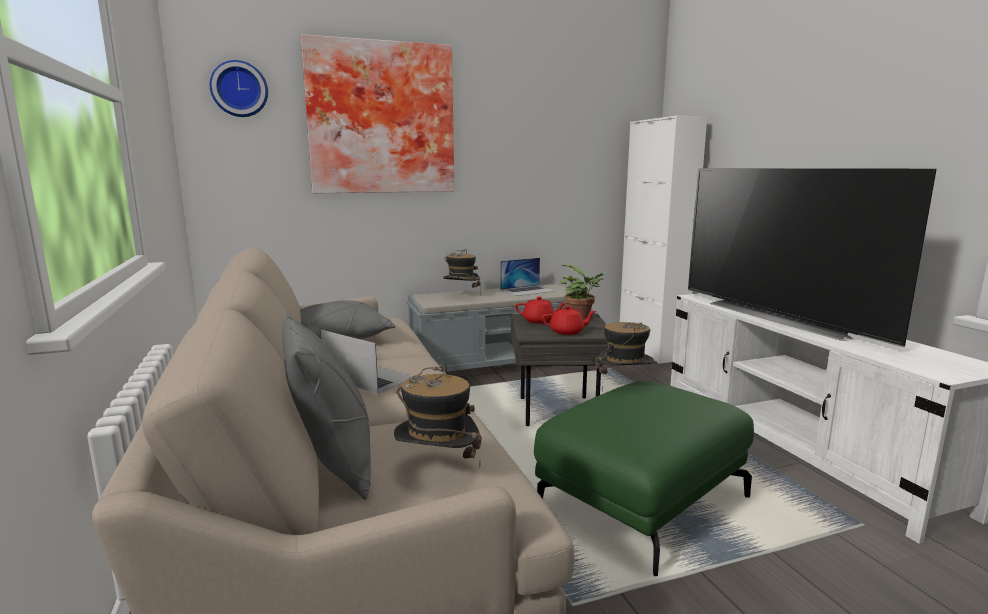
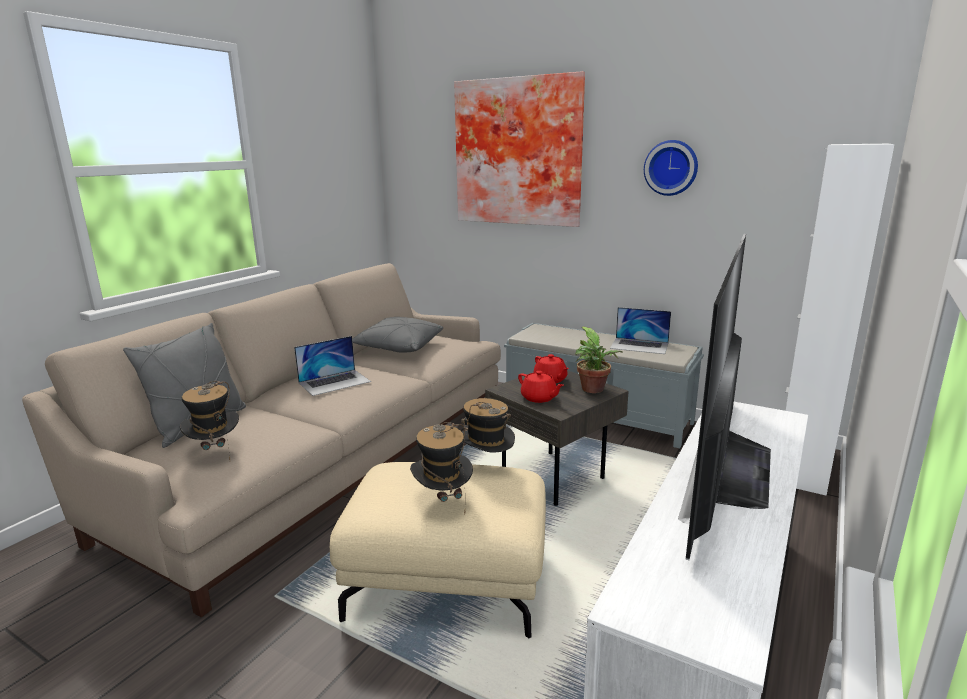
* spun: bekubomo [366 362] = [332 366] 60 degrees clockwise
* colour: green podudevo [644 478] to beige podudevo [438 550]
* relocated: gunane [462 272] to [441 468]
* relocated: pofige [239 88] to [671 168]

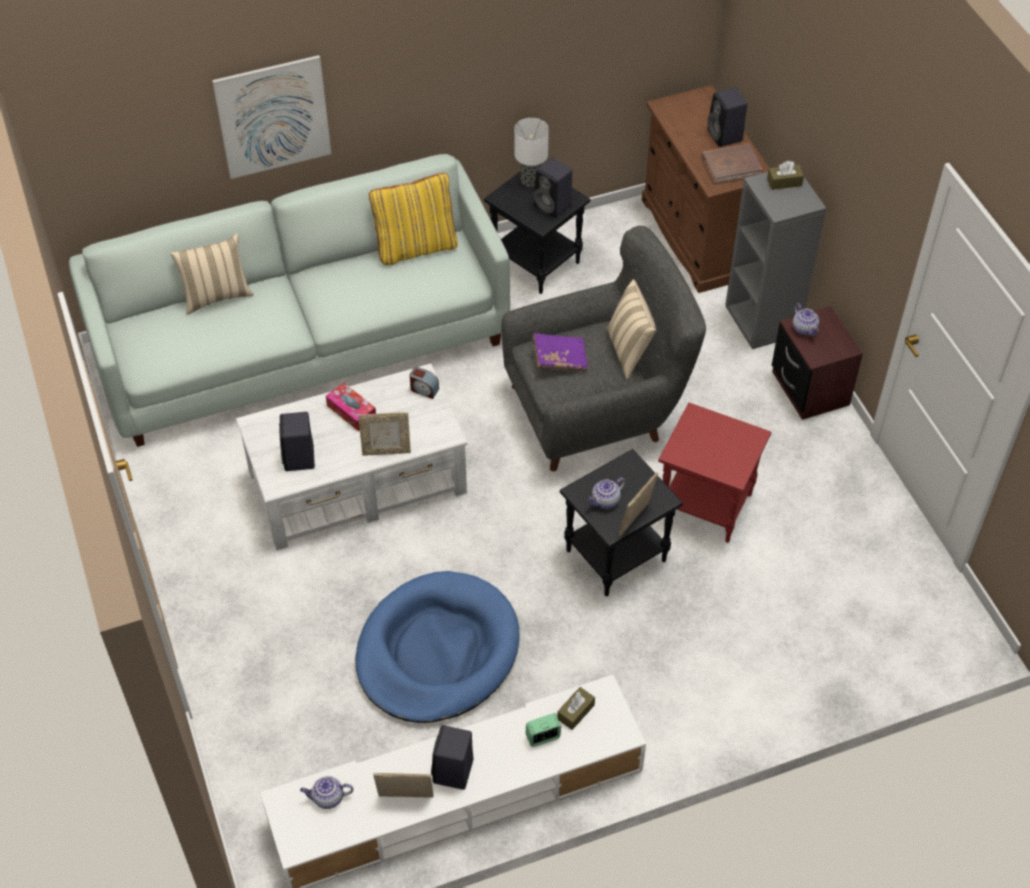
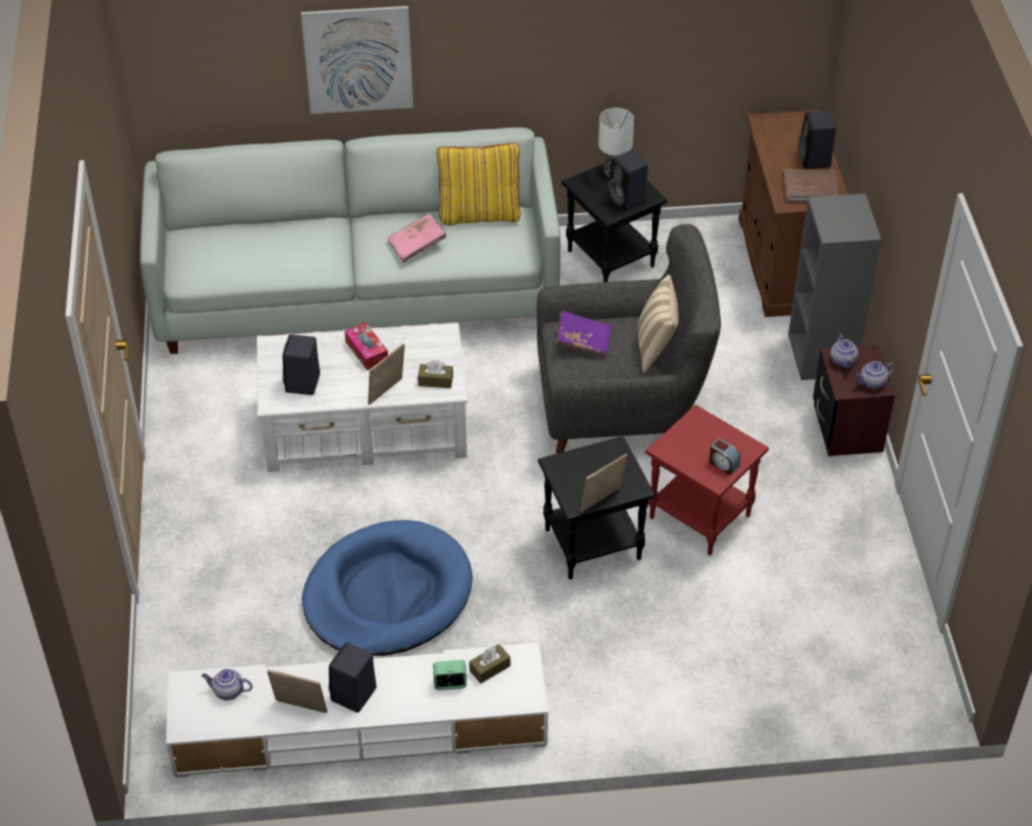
* spun: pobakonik [384 434] = [386 374] 120 degrees clockwise
* appeared: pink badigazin [417 238]
* relocated: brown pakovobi [785 175] to [435 374]
* relocated: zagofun [424 383] to [724 456]
* relocated: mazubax [606 493] to [875 375]
* missing: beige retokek [212 274]

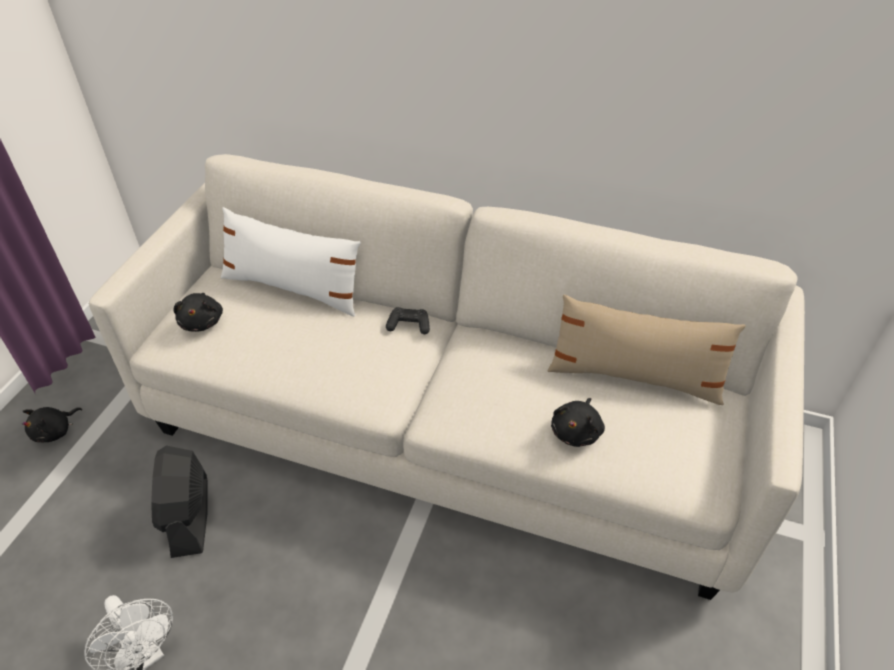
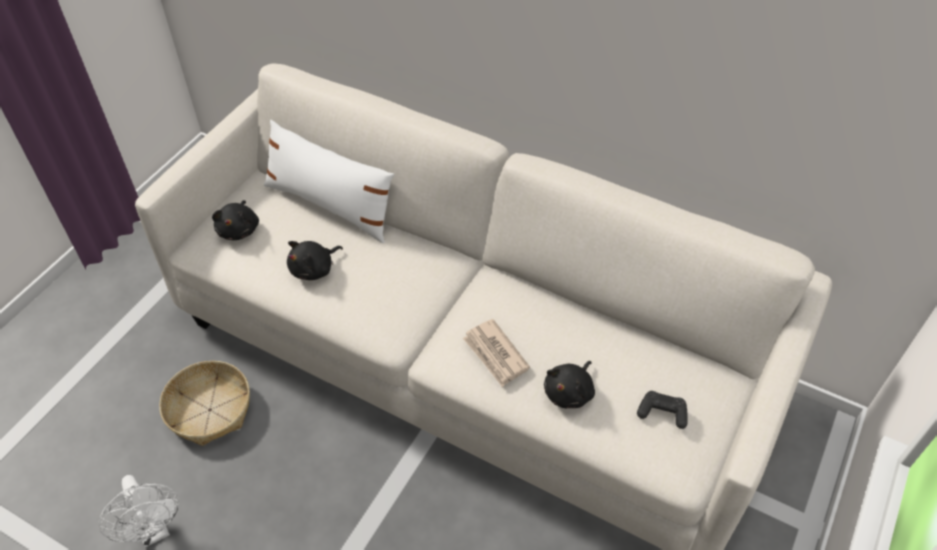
* exchanged: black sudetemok [179 501] to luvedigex [204 403]
* relocated: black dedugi [52 424] to [315 260]
* appeared: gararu [496 353]
* relocated: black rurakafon [408 320] to [662 410]
* missing: beige retokek [647 350]

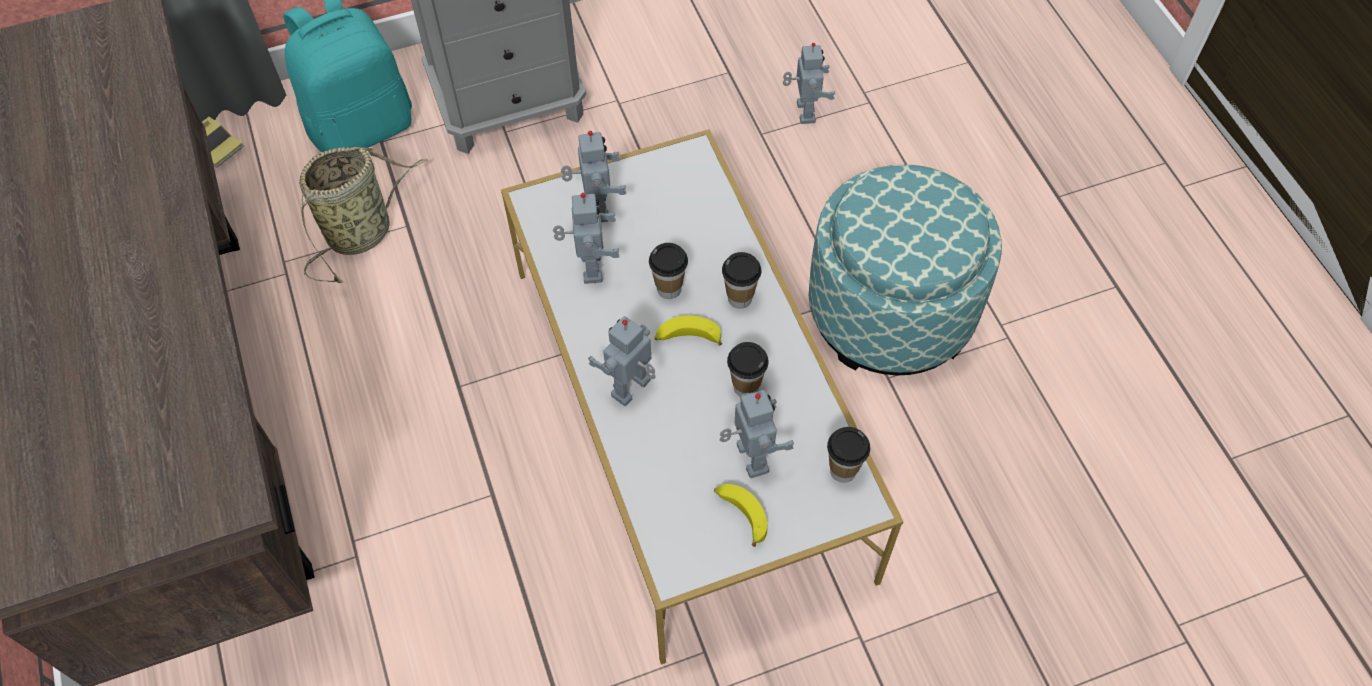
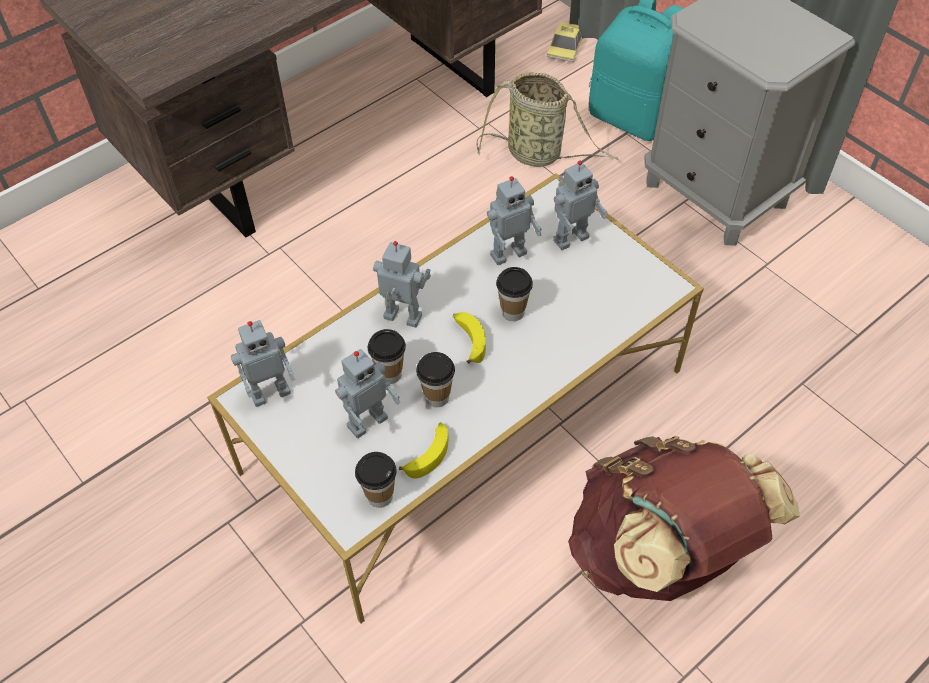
* relocated: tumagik [809 83] to [263 363]
* relocated: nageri [741 280] to [387 356]
* relocated: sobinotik [740 515] to [423 450]
* exchanged: podudevo [905 269] to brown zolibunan [684 518]

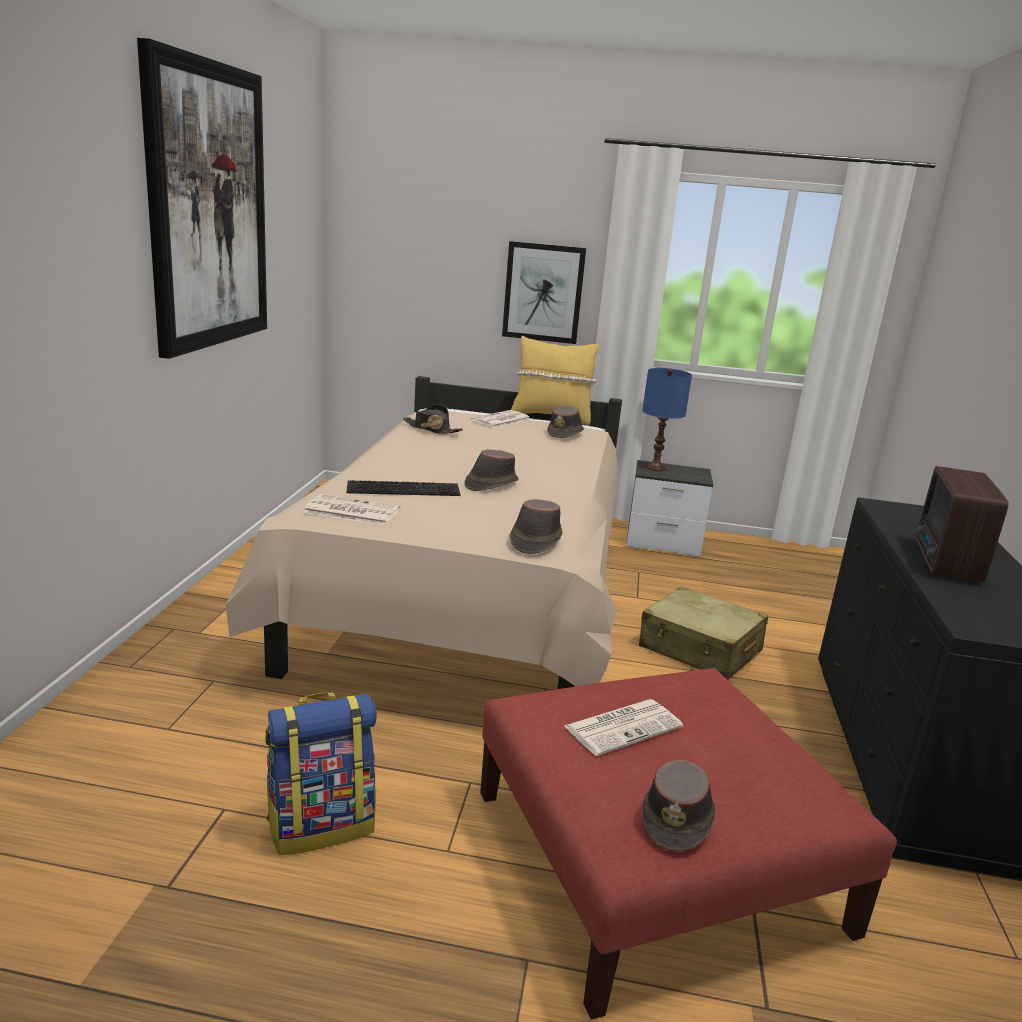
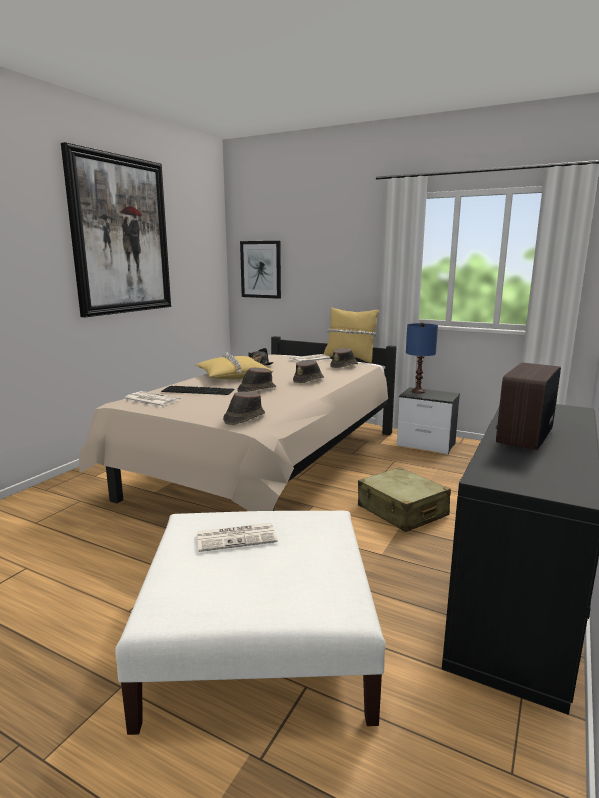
* colour: red podudevo [688 844] to white podudevo [250 623]
* appeared: yellow retokek [234 365]
* relocated: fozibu [544 292] to [260 270]
* relocated: brown gunane [678 806] to [308 371]
* missing: zolibunan [321 774]

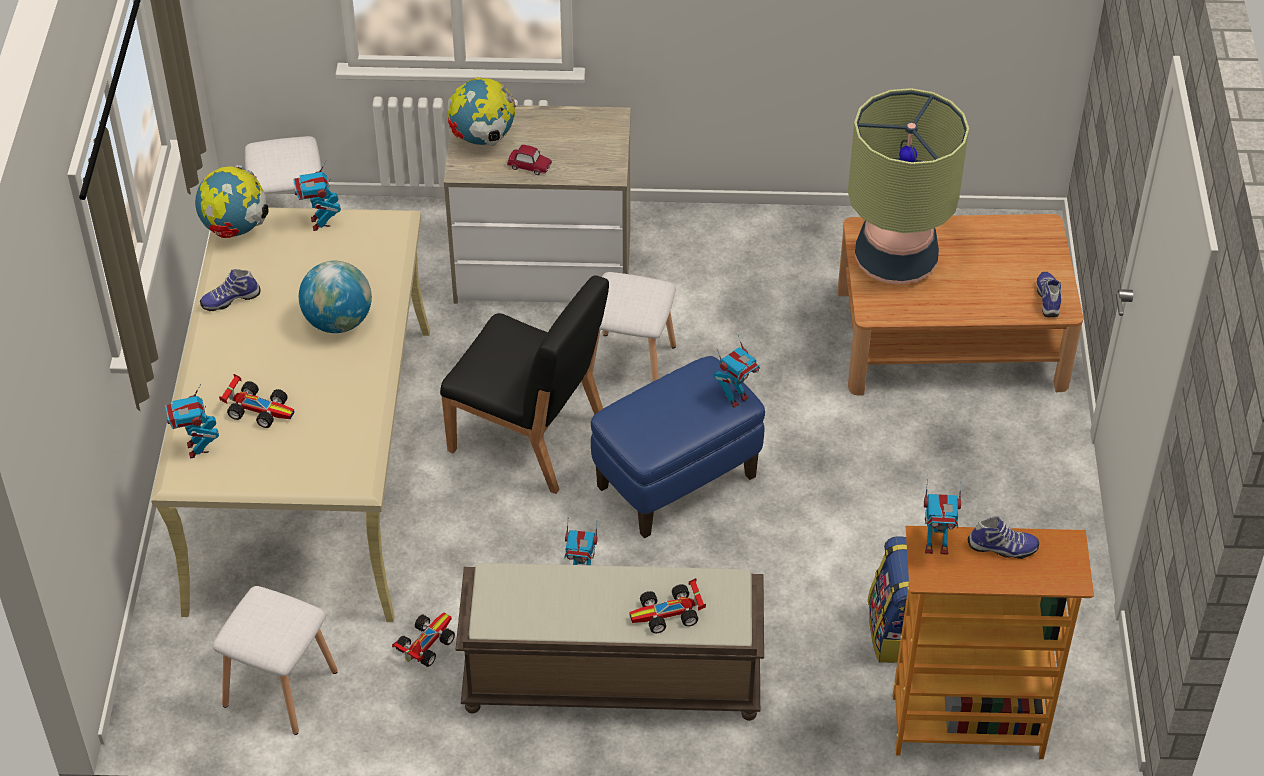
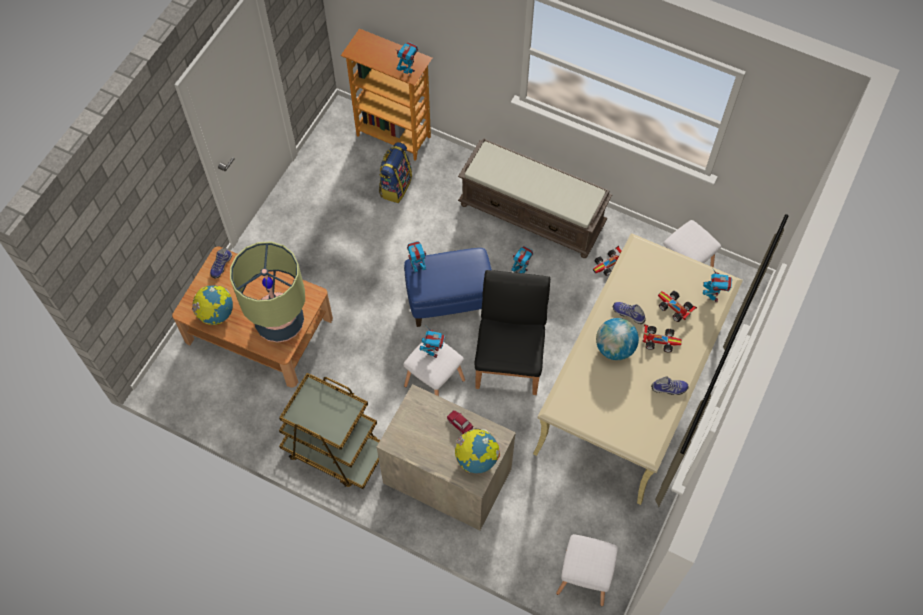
* relocated: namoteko [232 201] to [212 305]
* appeared: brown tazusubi [329 431]
* relocated: tumagik [317 195] to [433 342]
* spun: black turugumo [524 384] = [512 332] 45 degrees clockwise
* relocated: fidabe [1003 537] to [629 313]
* relocated: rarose [667 605] to [662 338]

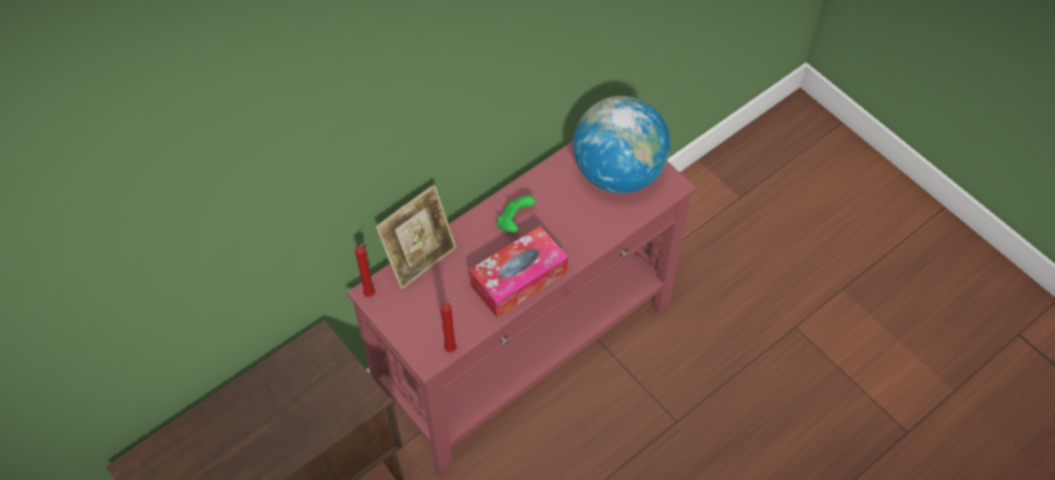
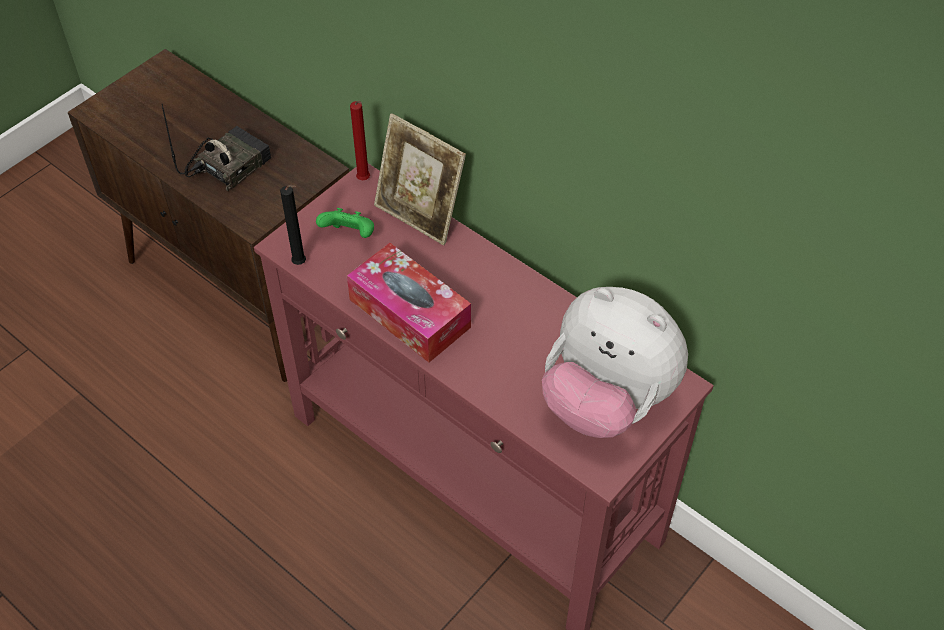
* appeared: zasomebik [216 147]
* colour: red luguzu [449 324] to black luguzu [293 225]
* relocated: green rurakafon [516 214] to [345 223]
* exchanged: namoteko [621 144] to dedugi [615 362]

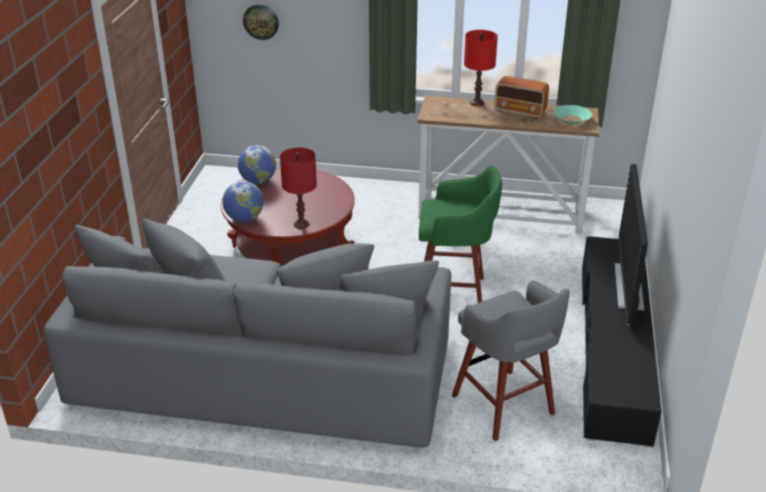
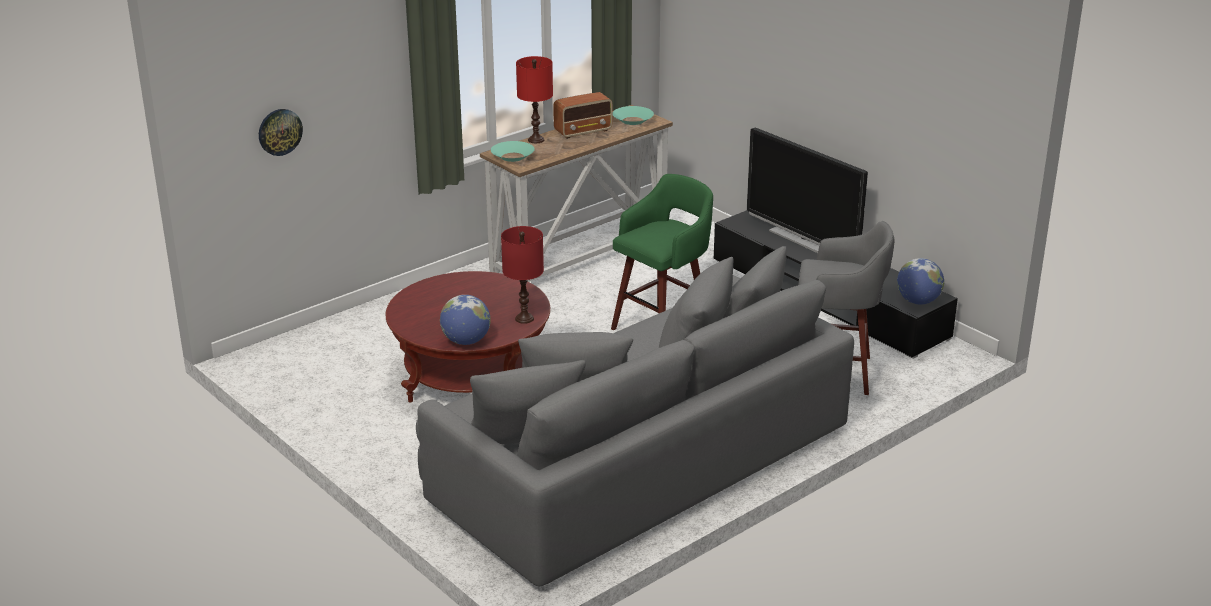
* appeared: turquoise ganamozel [513 151]
* relocated: namoteko [257 164] to [920 281]

